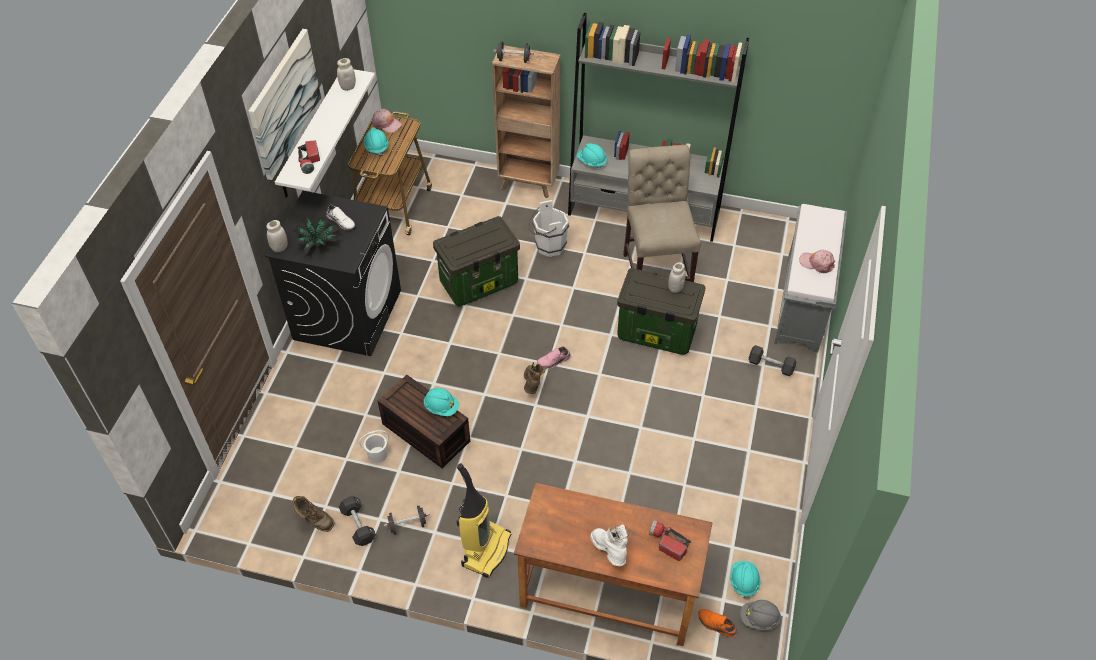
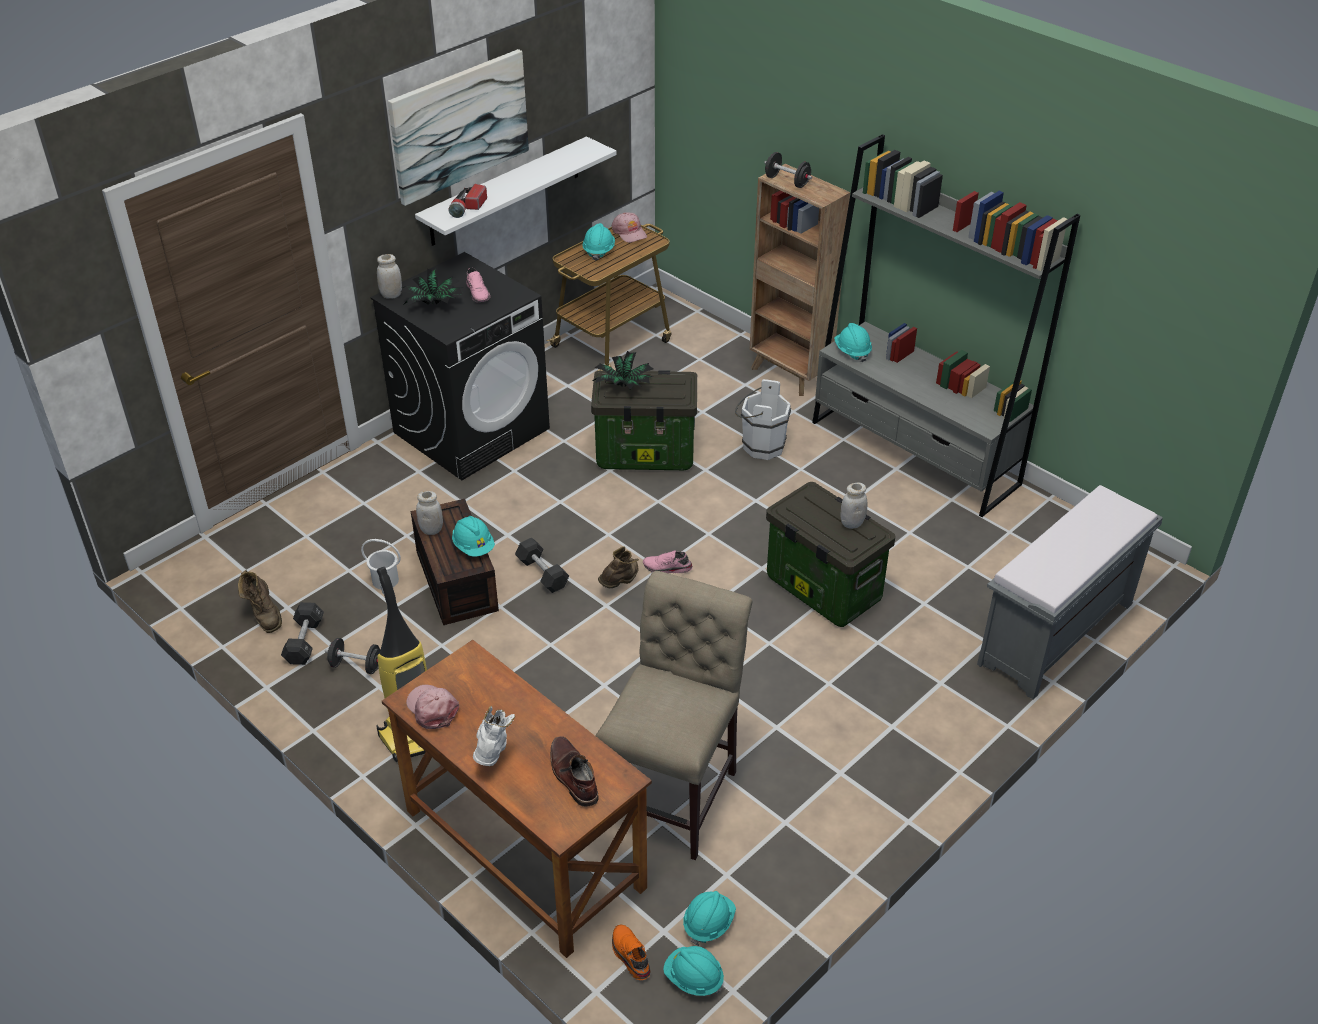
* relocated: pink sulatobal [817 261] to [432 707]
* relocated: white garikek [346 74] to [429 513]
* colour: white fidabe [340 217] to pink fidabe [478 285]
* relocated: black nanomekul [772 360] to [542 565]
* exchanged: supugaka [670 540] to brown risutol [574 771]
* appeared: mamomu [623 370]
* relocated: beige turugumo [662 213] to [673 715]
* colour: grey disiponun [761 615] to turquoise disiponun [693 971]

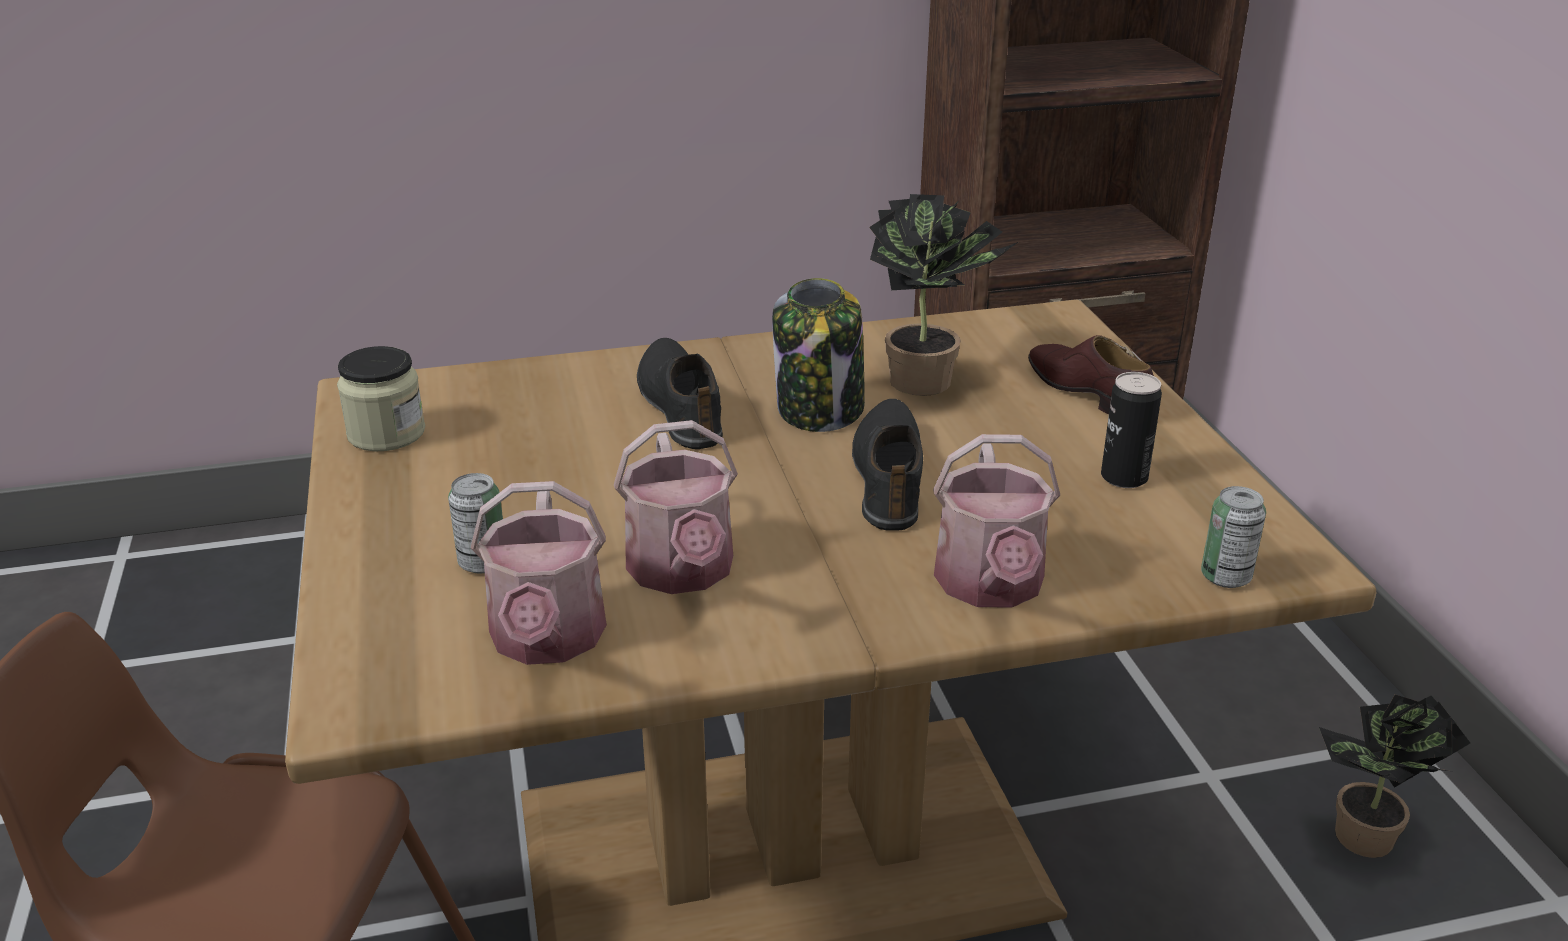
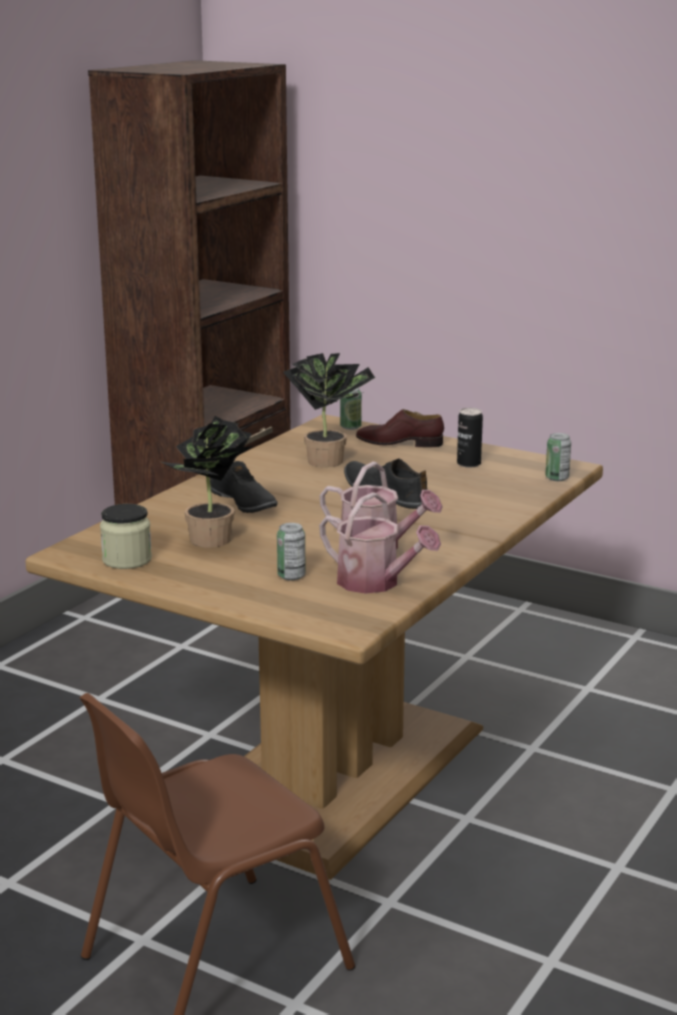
* relocated: mamomu [1394 776] to [207 482]
* spun: black fidabe [680 393] = [244 487] 150 degrees counterclockwise
* appeared: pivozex [351 409]
* missing: garikek [818 355]
* missing: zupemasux [996 521]

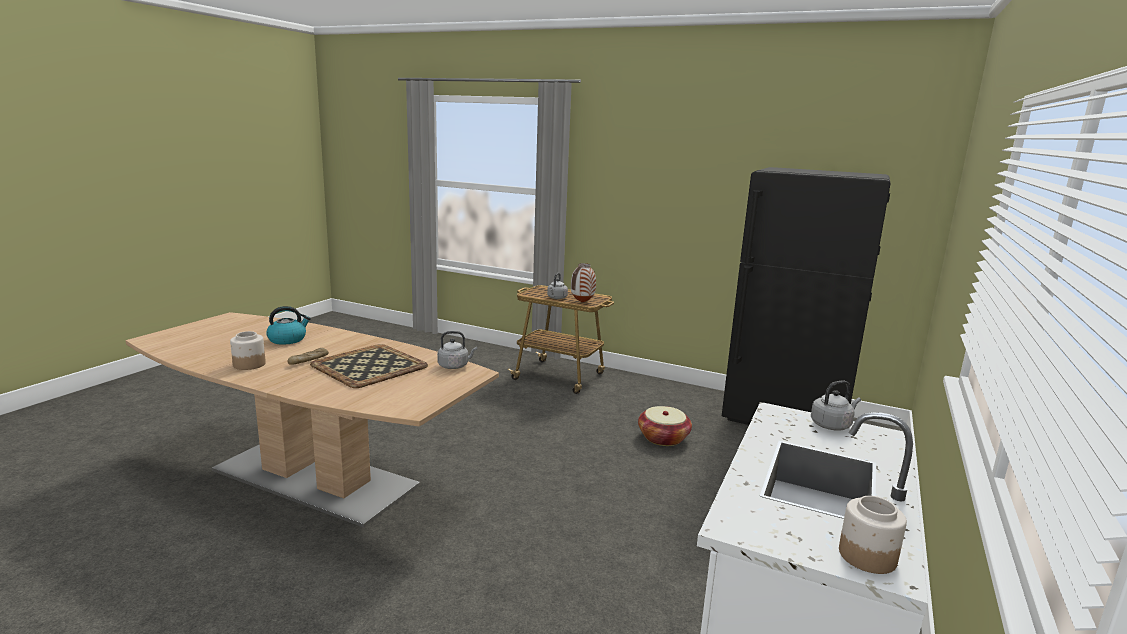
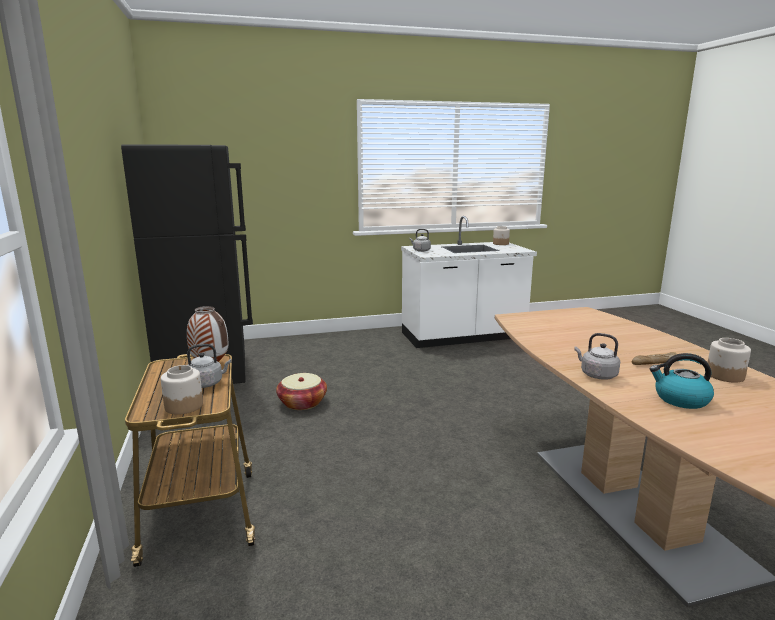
* appeared: garikek [182 390]
* relocated: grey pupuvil [457 350] to [597 356]
* missing: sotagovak [369 366]

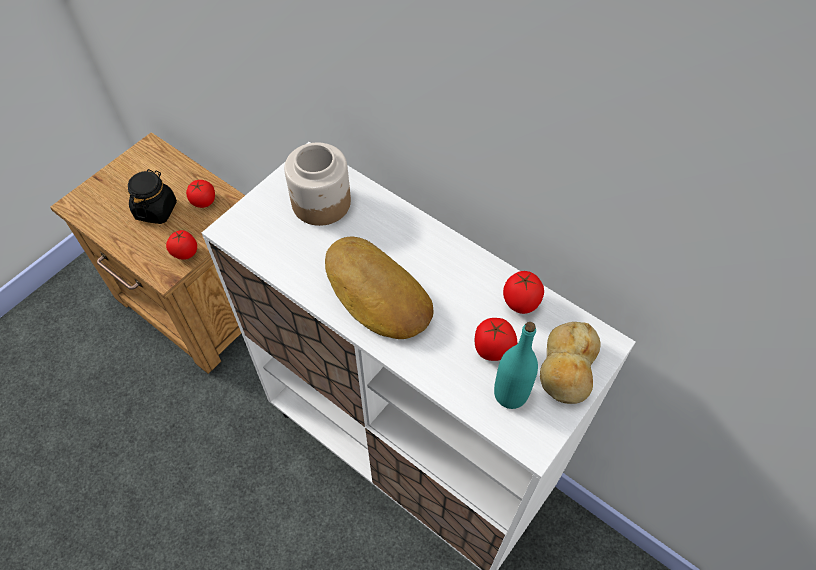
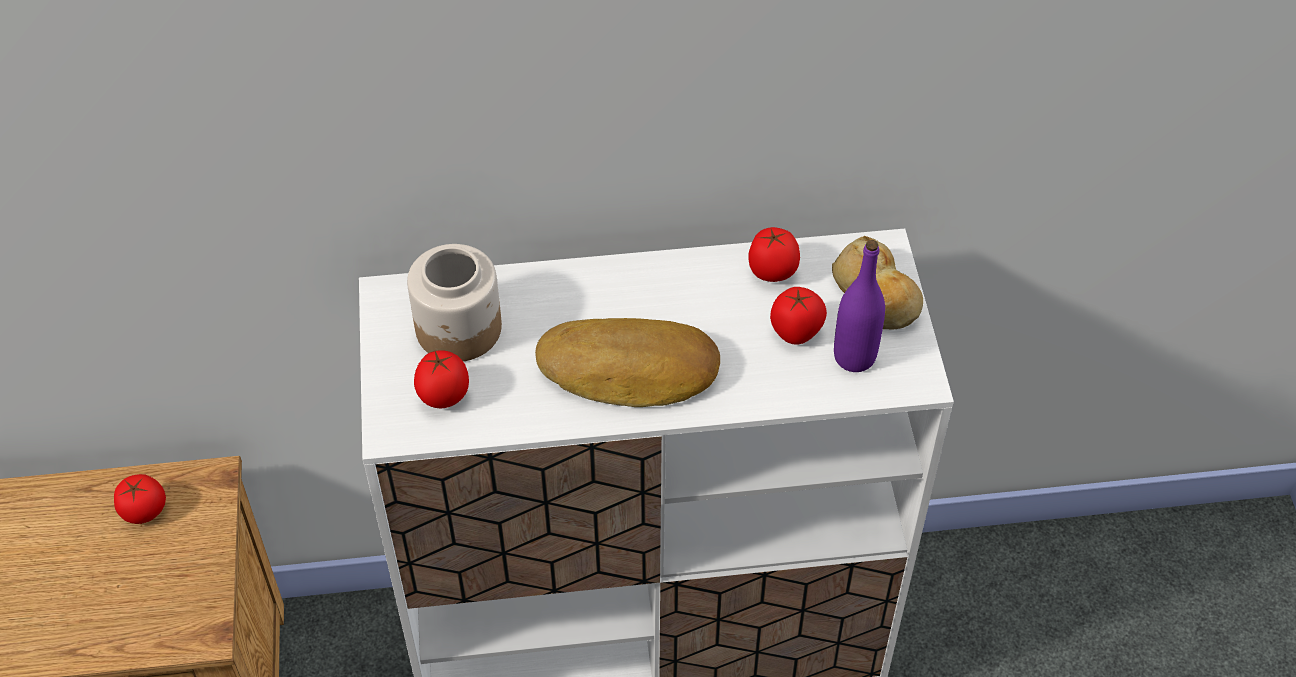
* relocated: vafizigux [181 245] to [441 379]
* colour: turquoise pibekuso [516 365] to purple pibekuso [859 306]
* missing: black garikek [152 196]

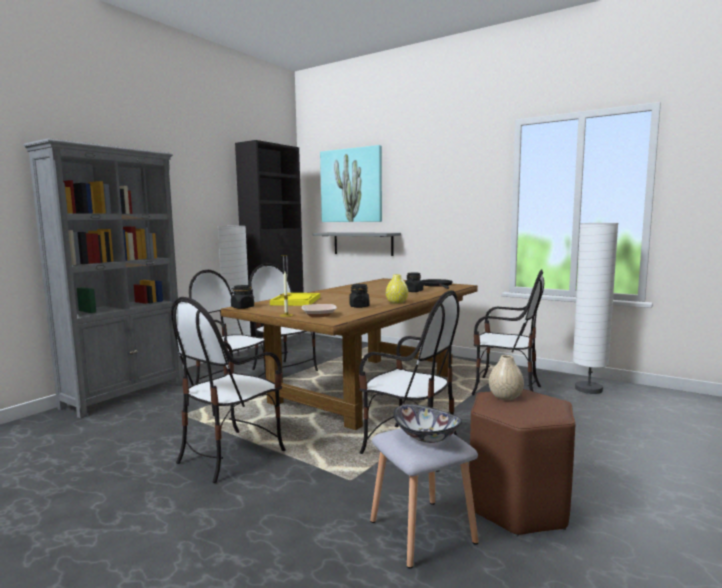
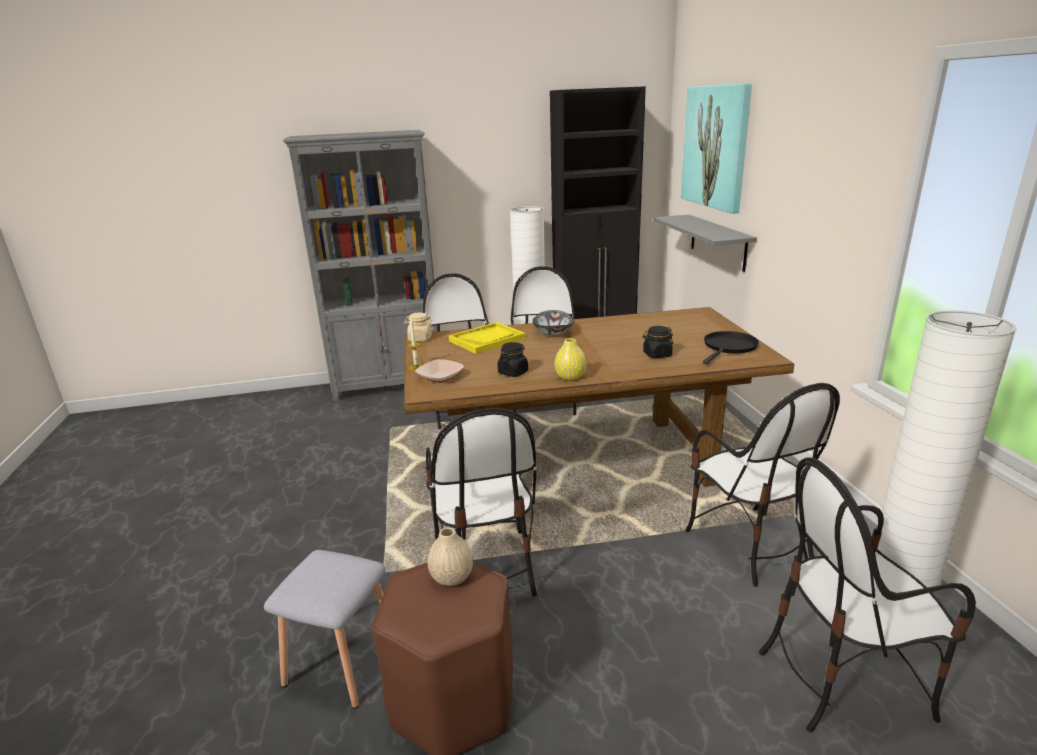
* colour: black garikek [242 297] to beige garikek [418 327]
* relocated: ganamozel [427 423] to [553 323]
* relocated: turugumo [228 390] to [867 594]

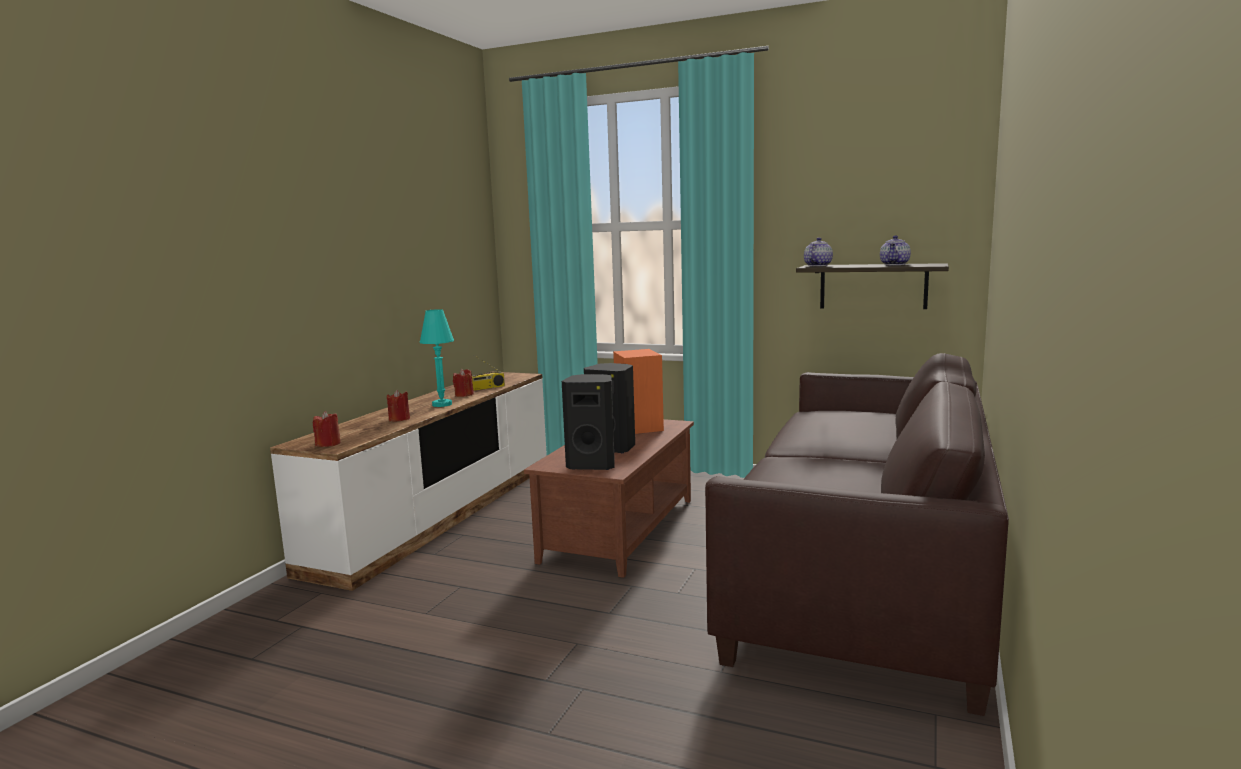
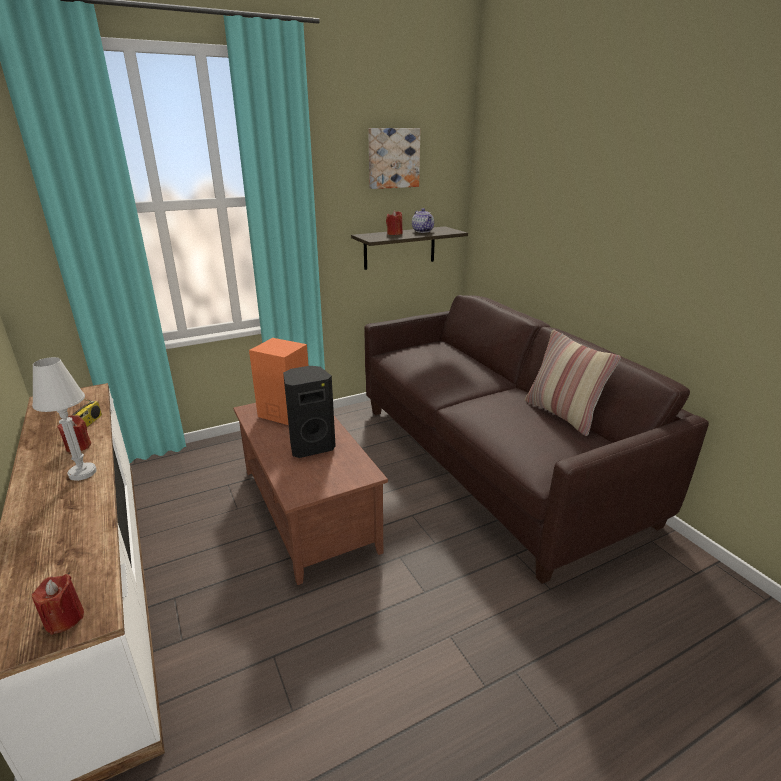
* colour: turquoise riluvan [437 358] to white riluvan [64 419]
* appeared: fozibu [394 158]
* relocated: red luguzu [398 405] to [394 222]
* appeared: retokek [573 383]
* missing: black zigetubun [588 422]
* missing: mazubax [818 252]

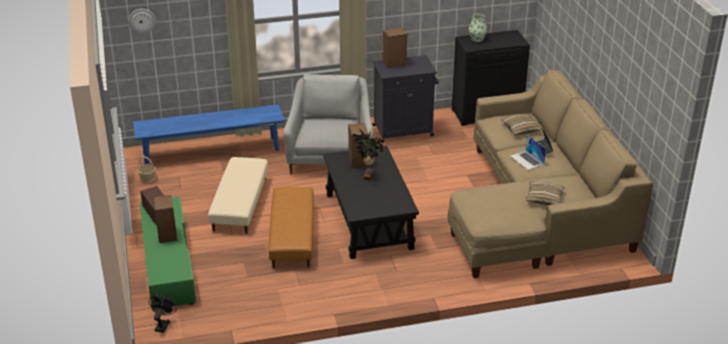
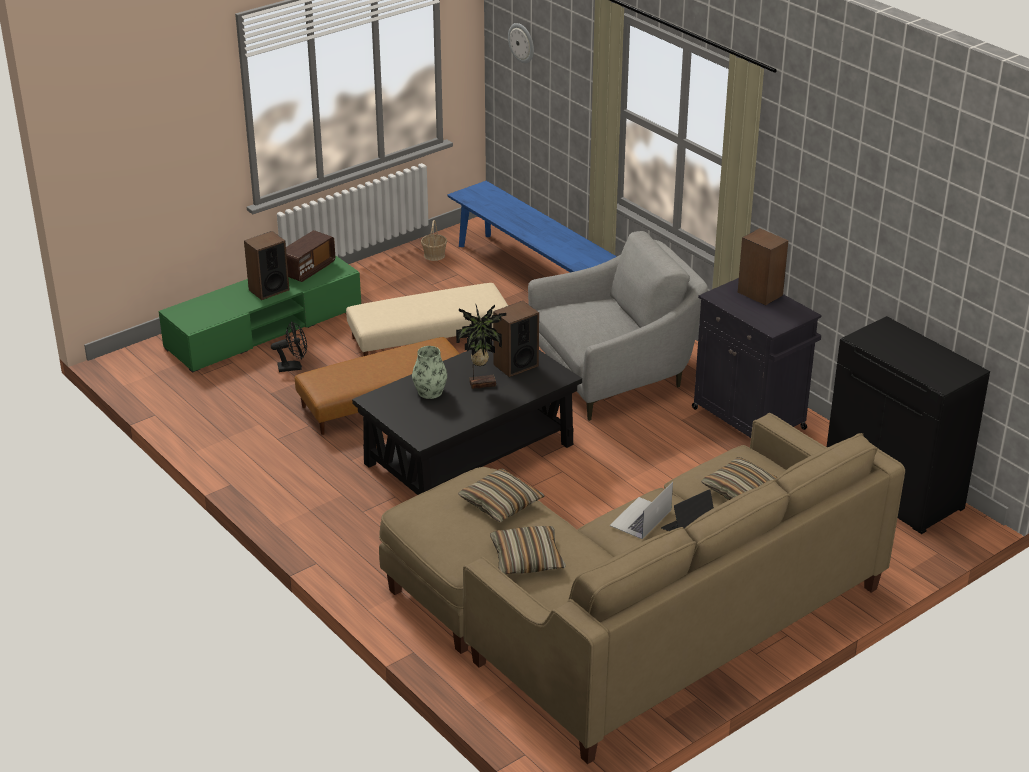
* relocated: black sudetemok [163 314] to [289 346]
* relocated: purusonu [478 28] to [429 372]
* appeared: retokek [501 495]

